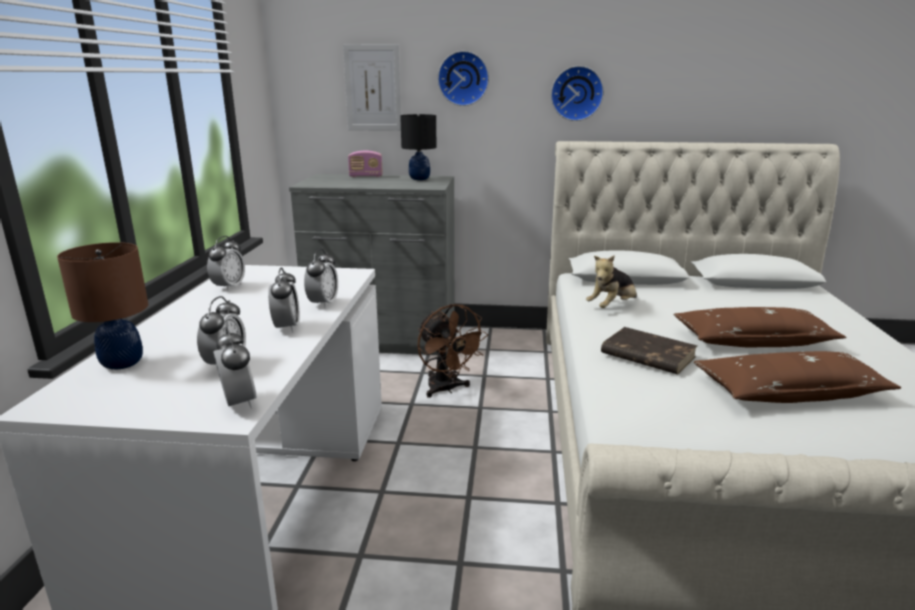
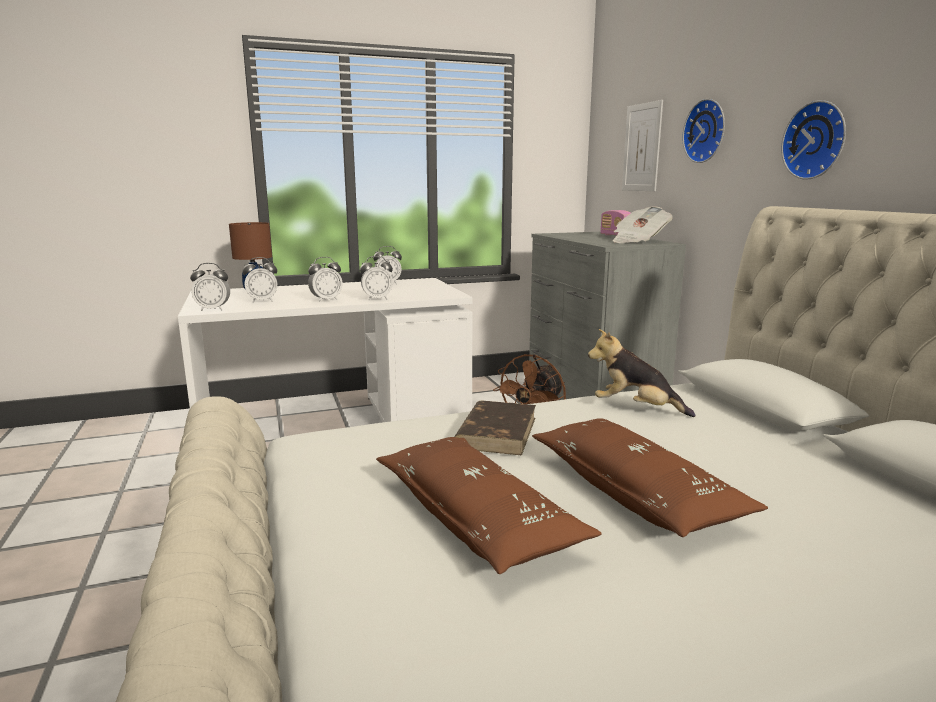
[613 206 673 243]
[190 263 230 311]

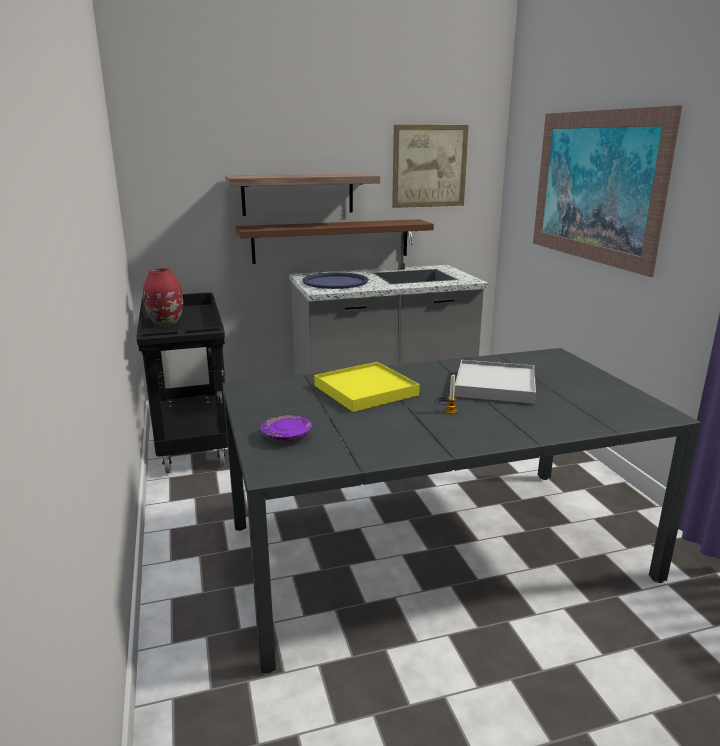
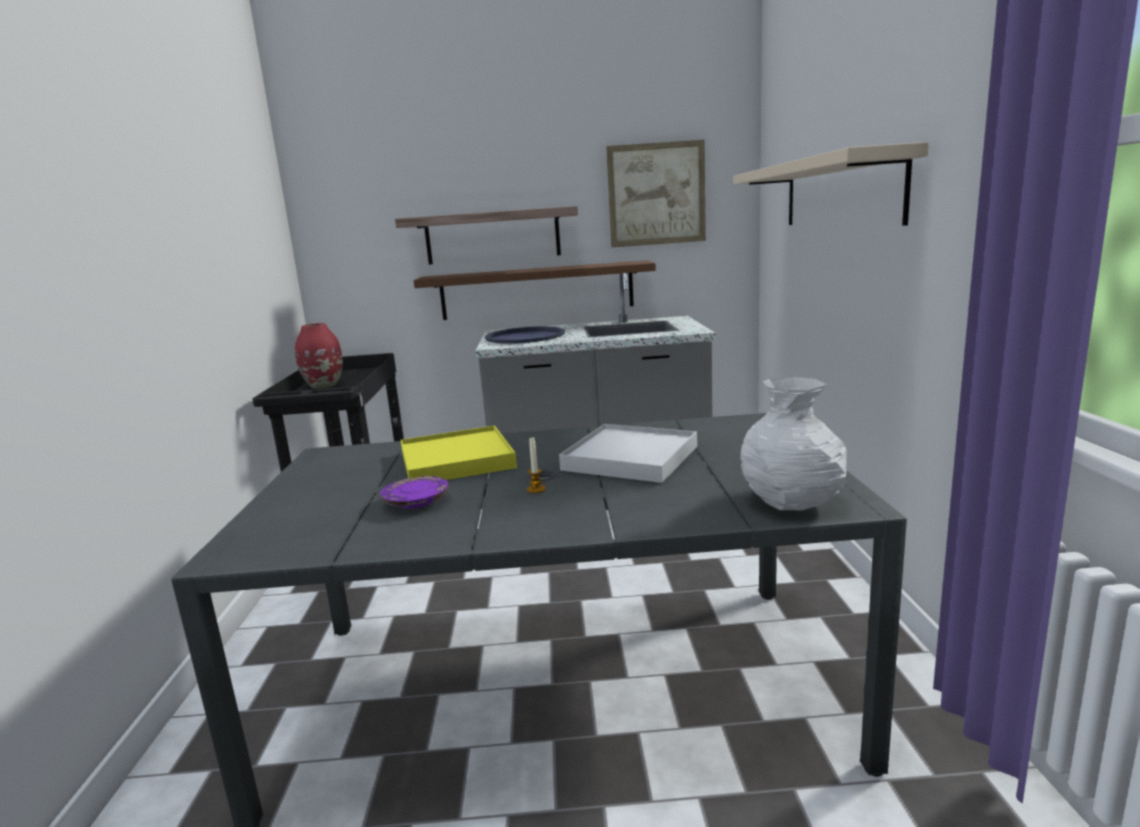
[733 142 929 226]
[380 476 448 509]
[740 377 847 510]

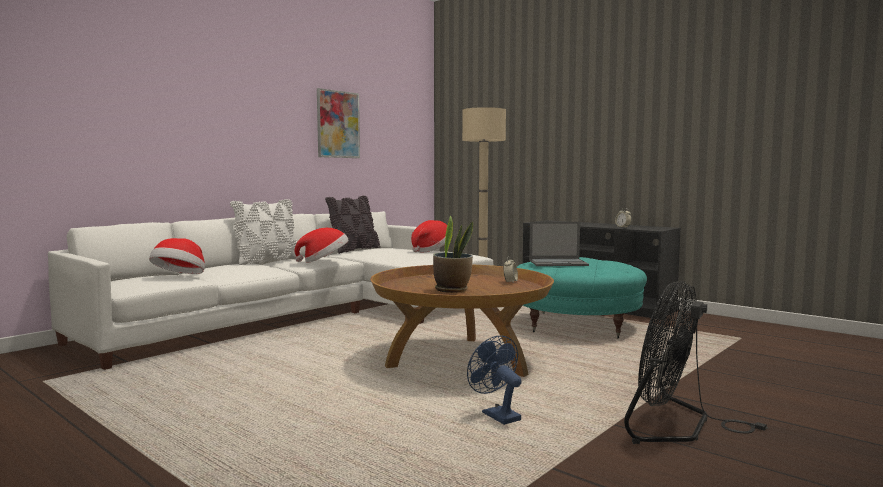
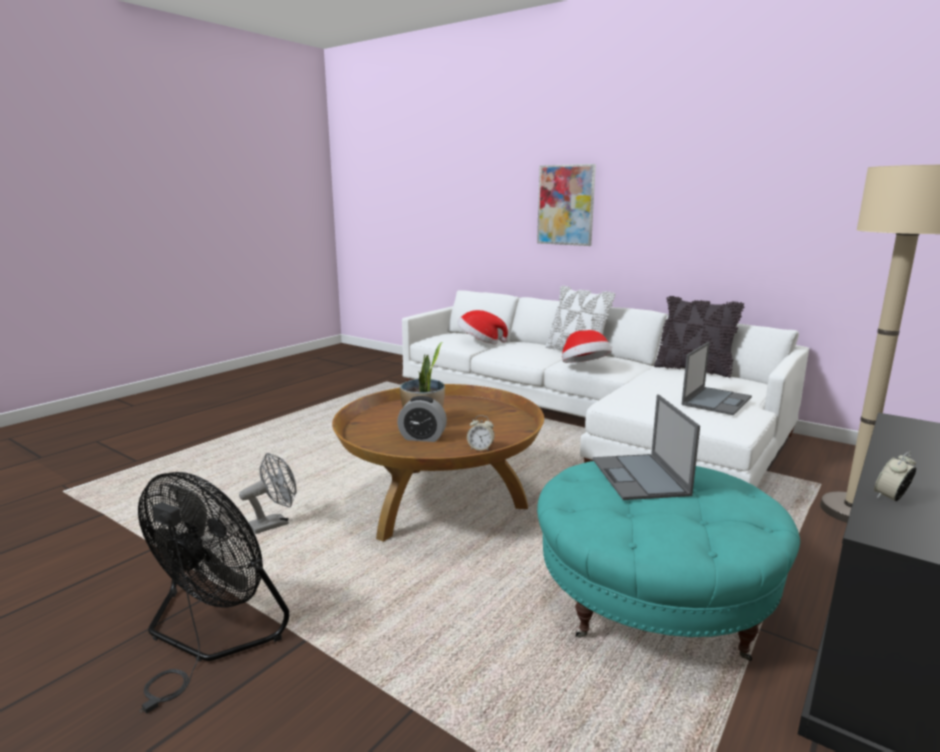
[537 164 596 246]
[682 342 752 415]
[239 453 297 534]
[397 396 447 442]

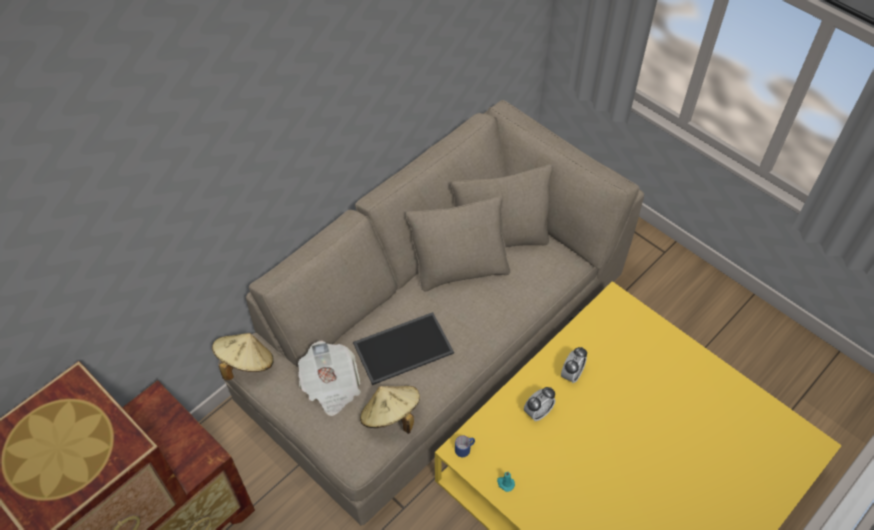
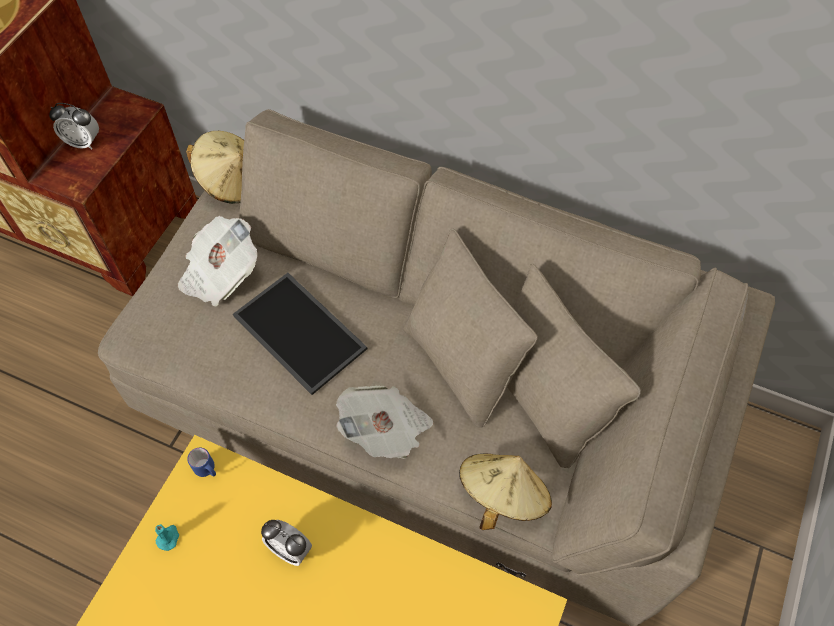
[49 103 99 149]
[459 453 552 530]
[336 386 433 459]

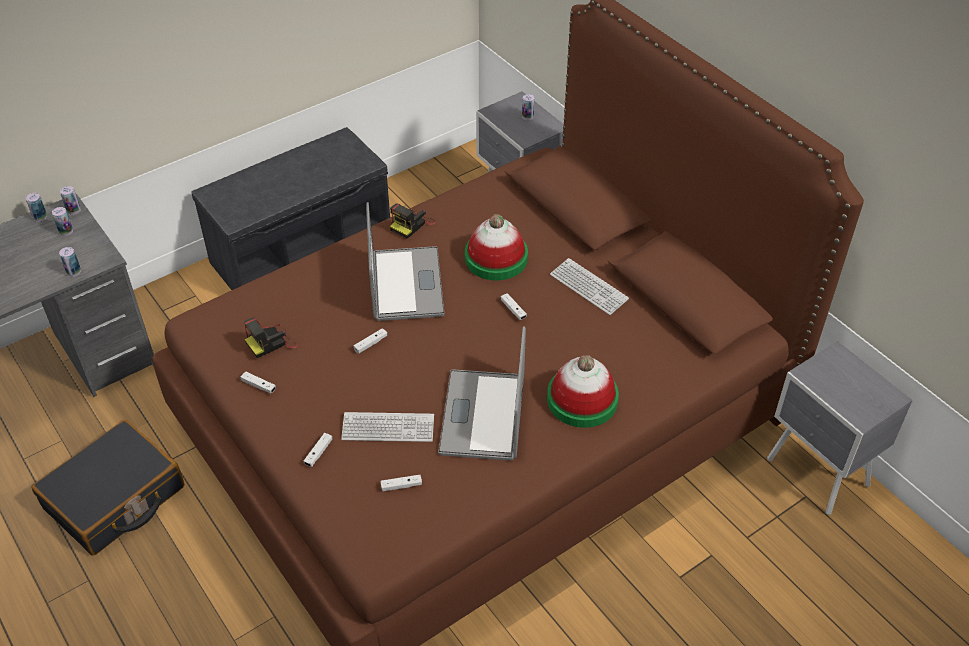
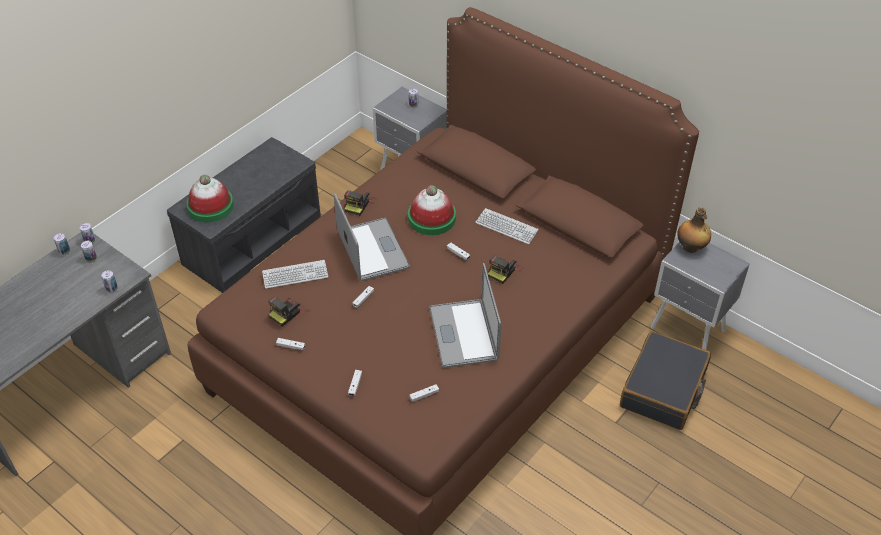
[186 175 234 222]
[262 260 328 289]
[620 331 711 430]
[677 207 711 253]
[488 256 523 284]

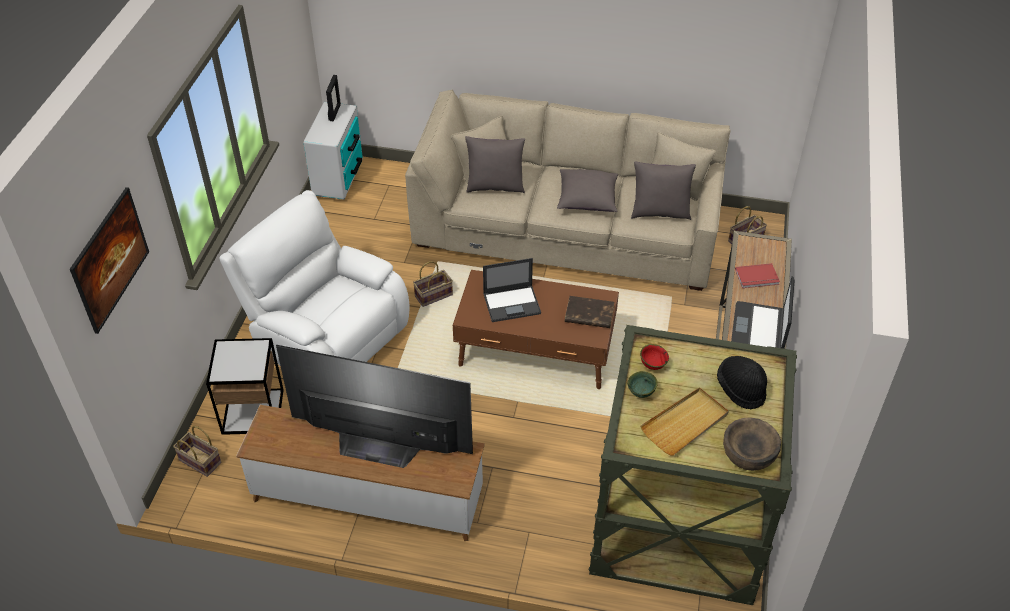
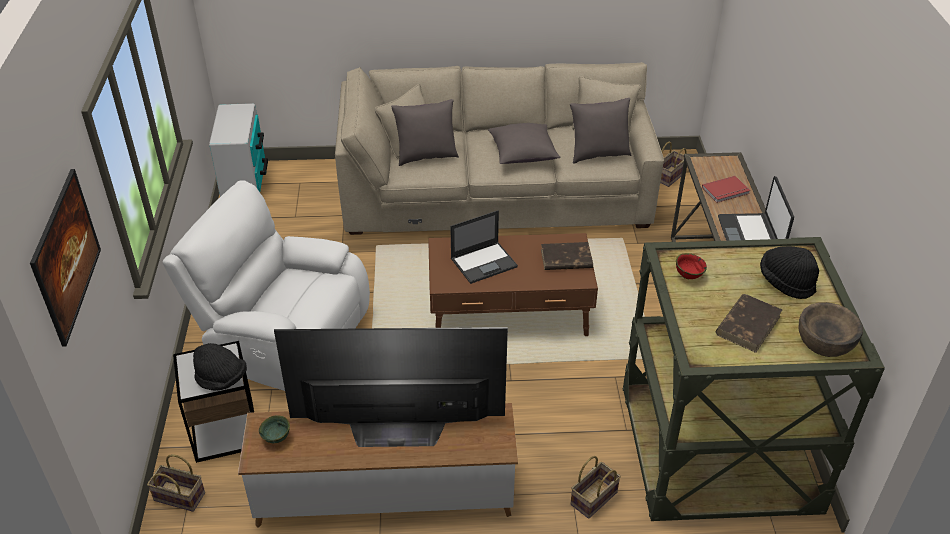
[326 75 341 121] (first image)
[570 456 621 519]
[259 416 290 443]
[716 294 783 353]
[193 343 247 390]

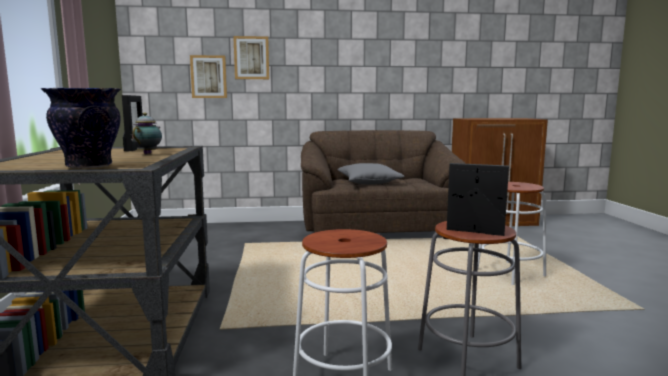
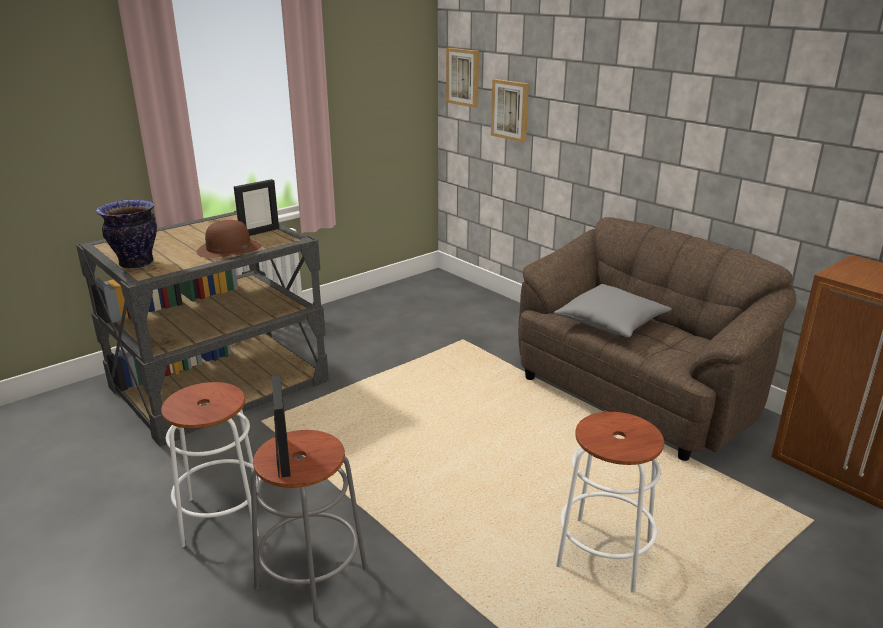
[446 48 479 108]
[197 220 261 258]

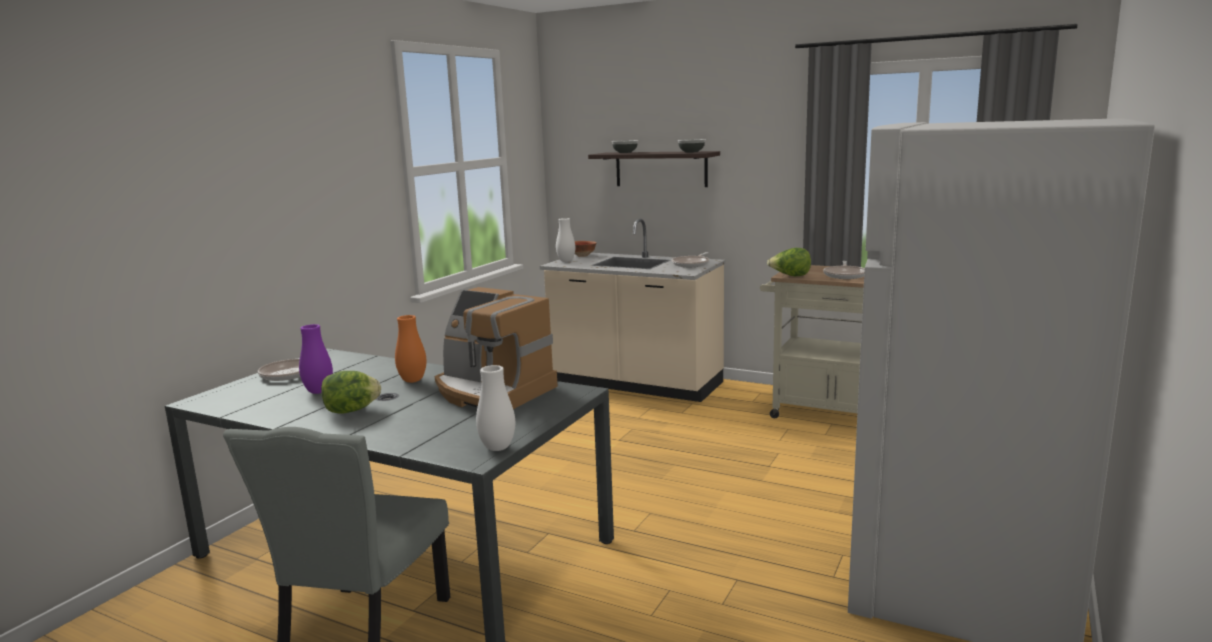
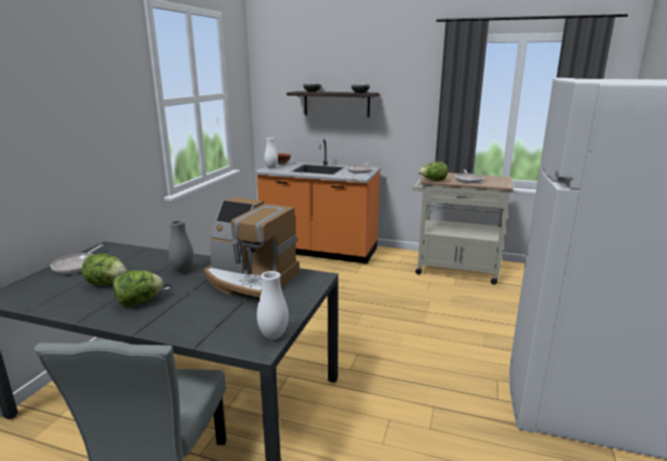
[254 139 381 264]
[168 220 194 273]
[82 254 127 285]

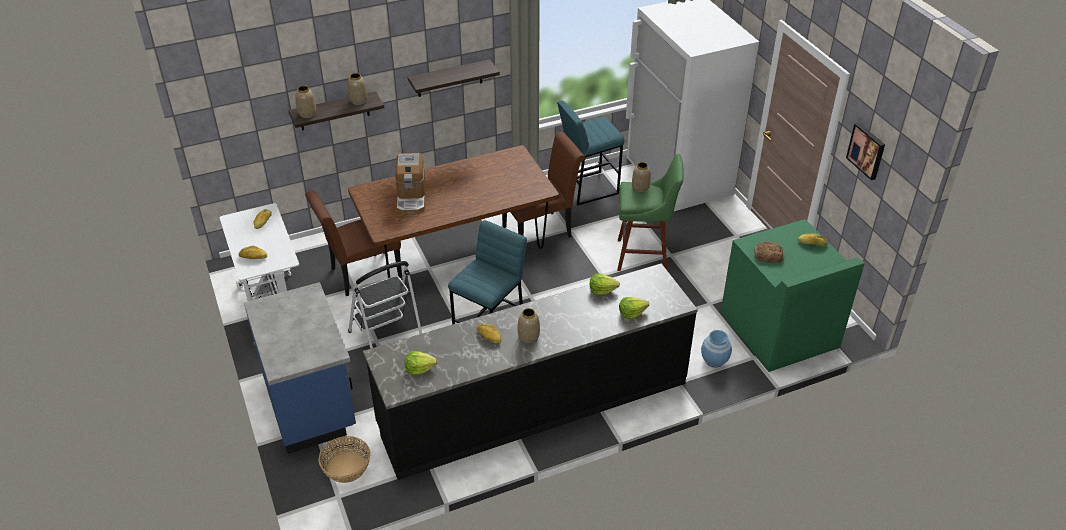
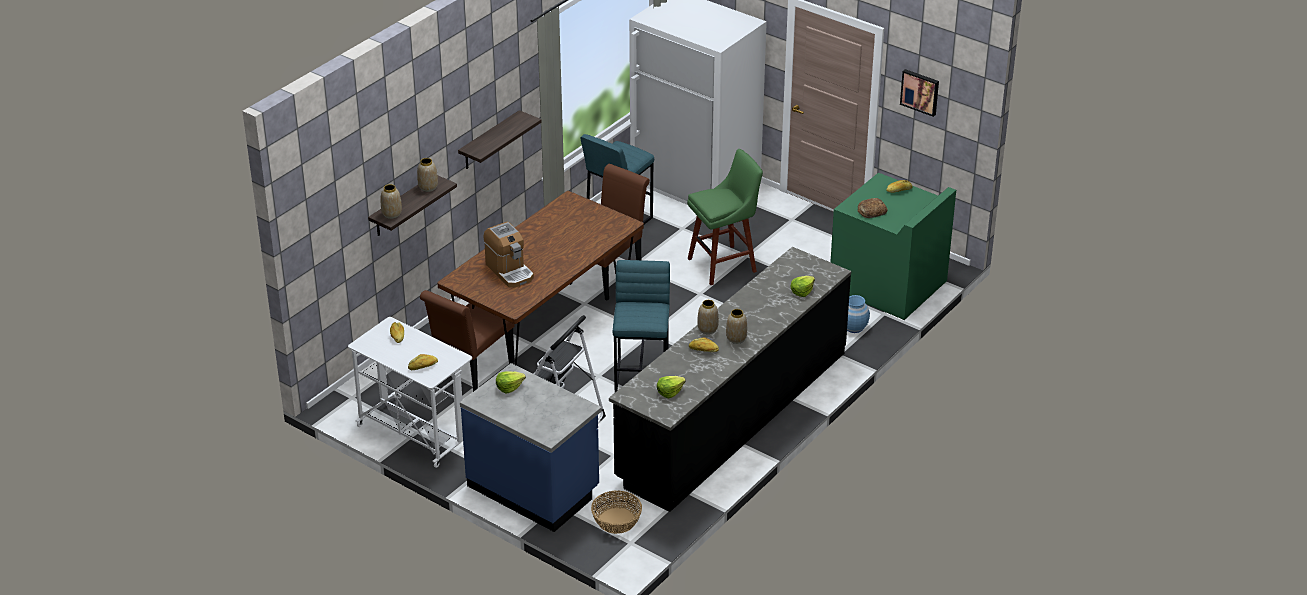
[698 300 719 334]
[496 371 526 394]

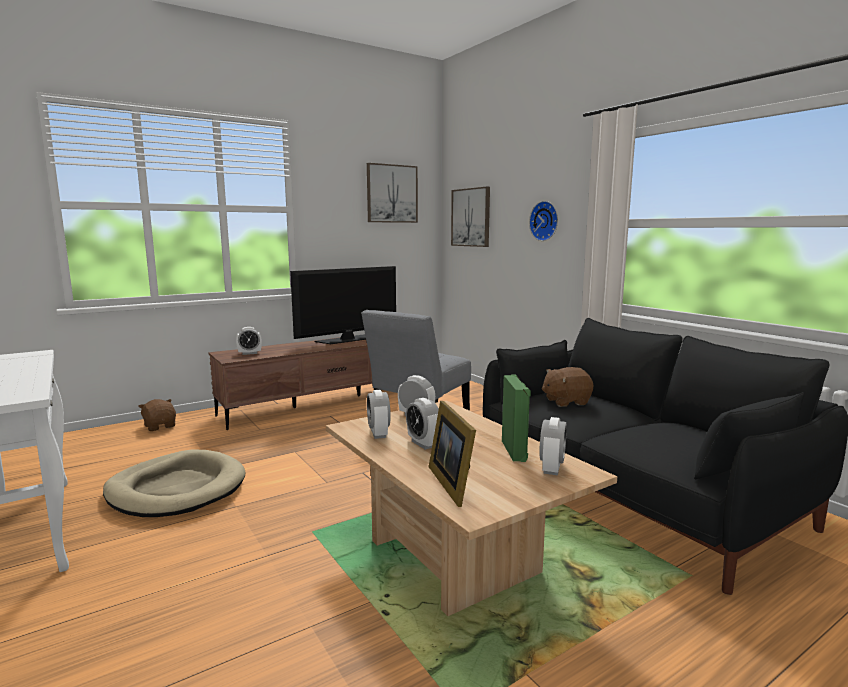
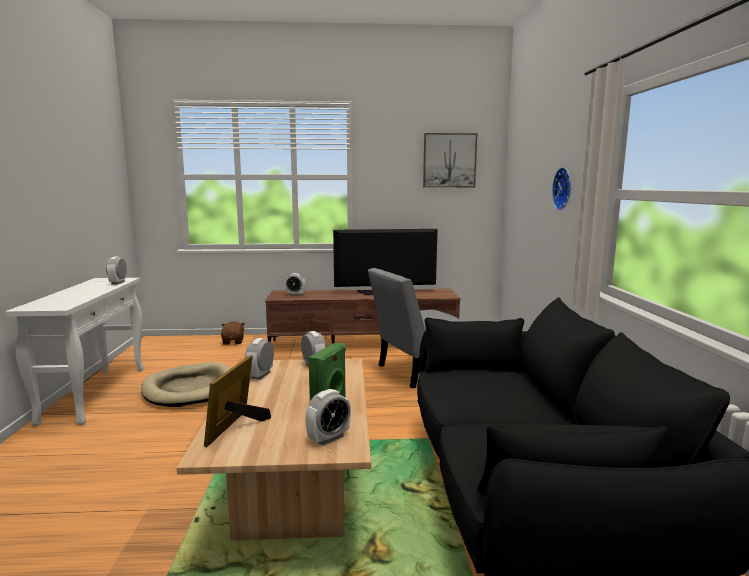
[451 187 490 247] (first image)
[542 367 593 407] (first image)
[106 256 127 284]

